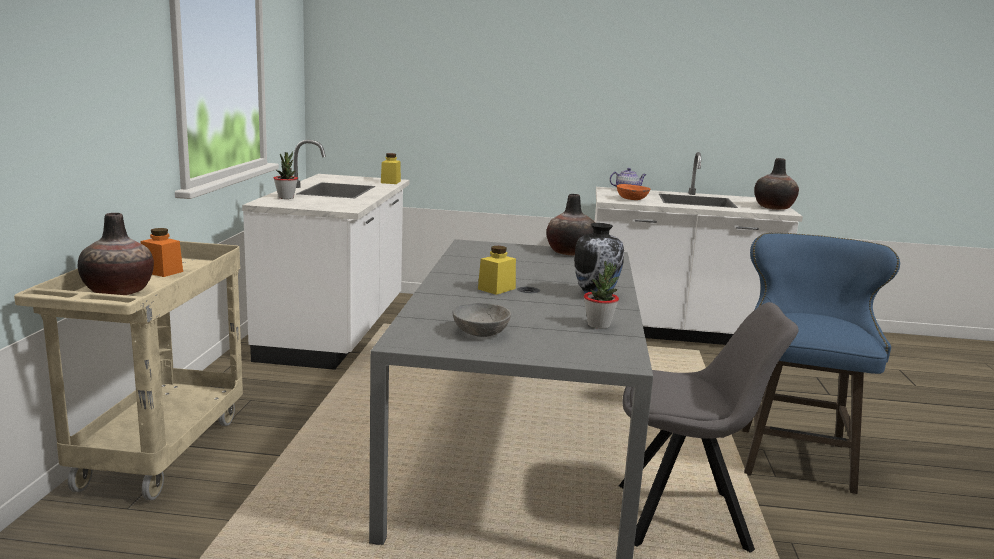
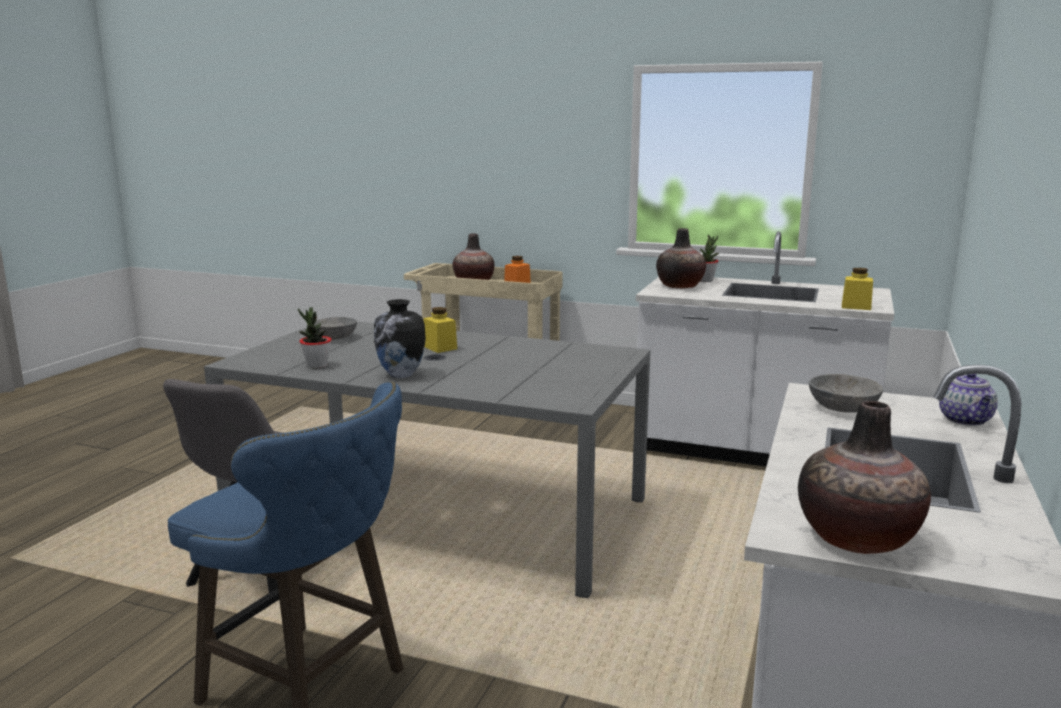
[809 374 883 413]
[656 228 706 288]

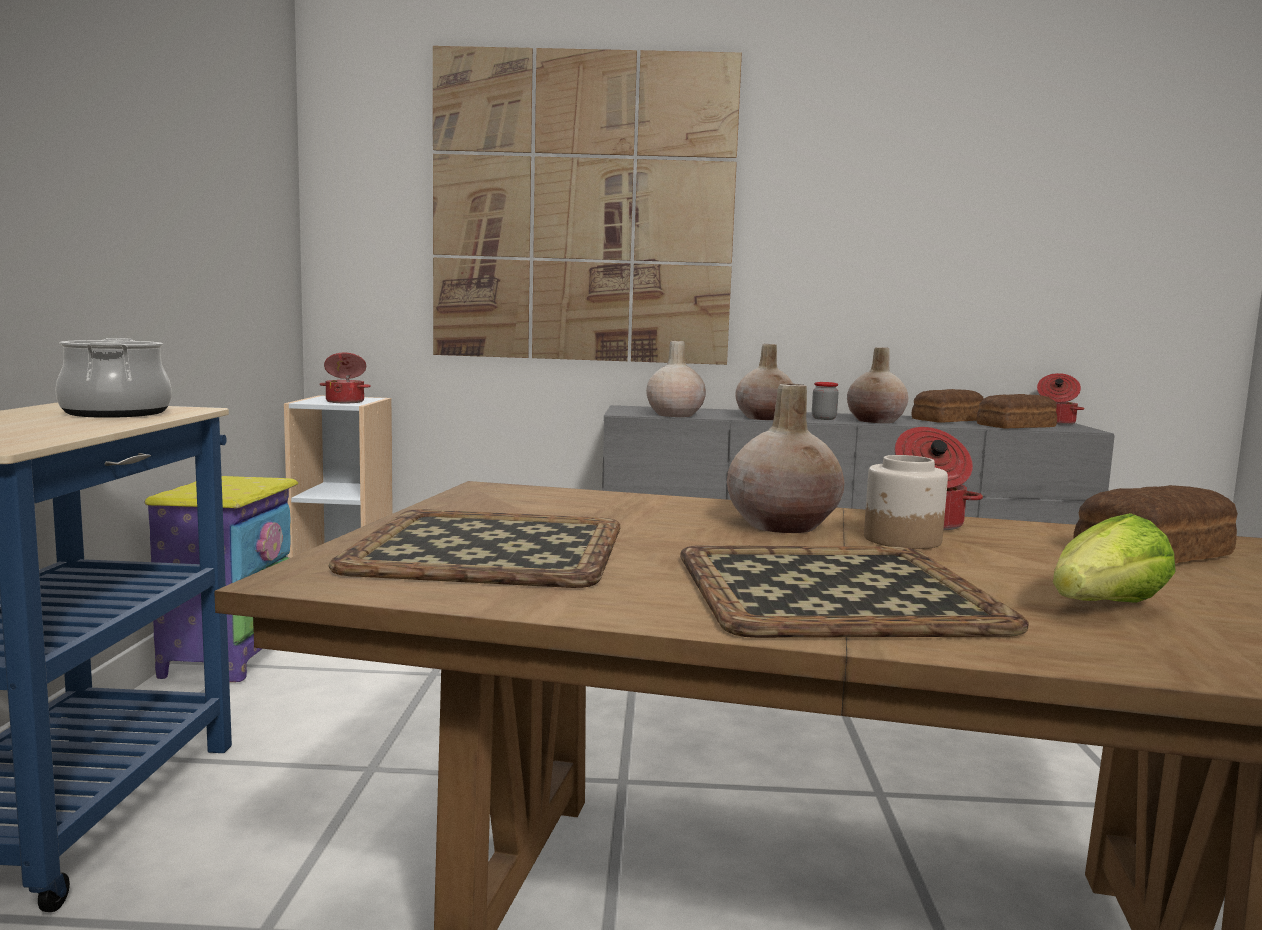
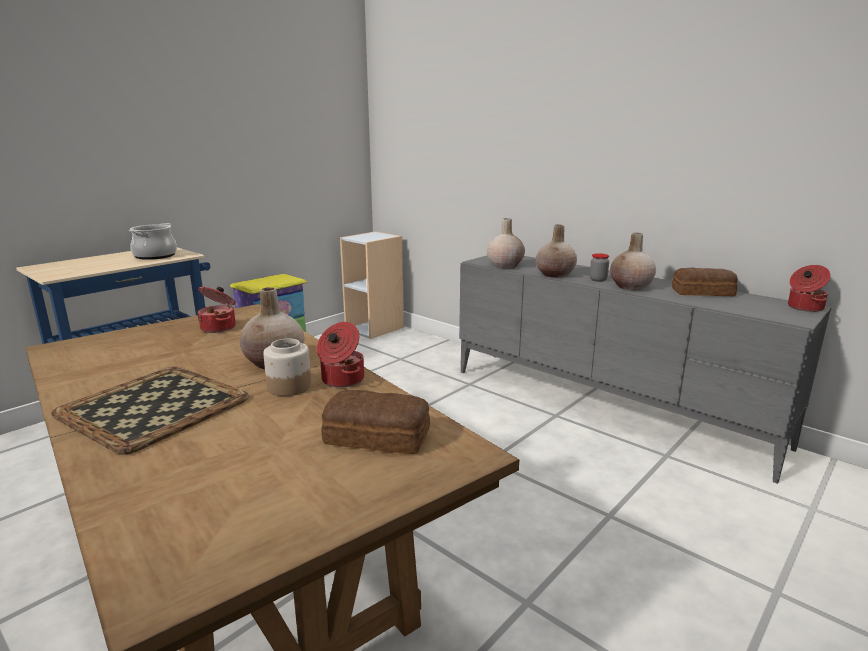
[433 46 742 365] (first image)
[198 287 236 333]
[977 394 1057 428] (first image)
[329 509 621 588] (first image)
[1053 513 1176 603] (first image)

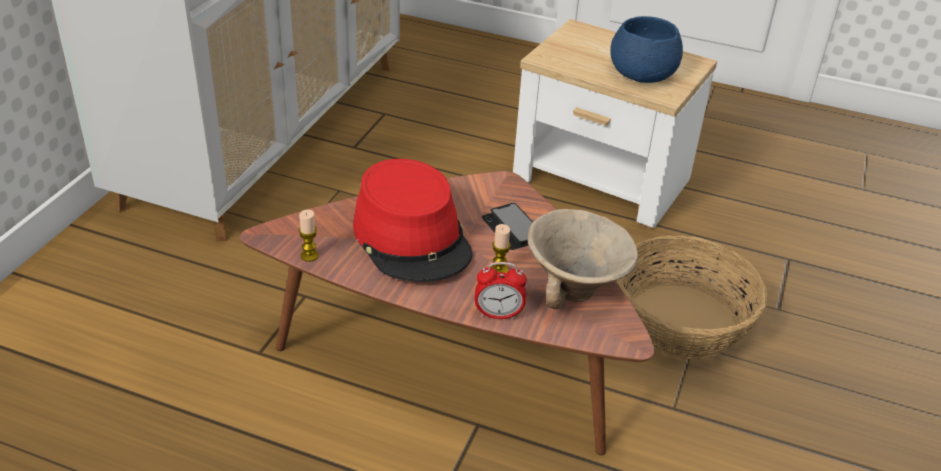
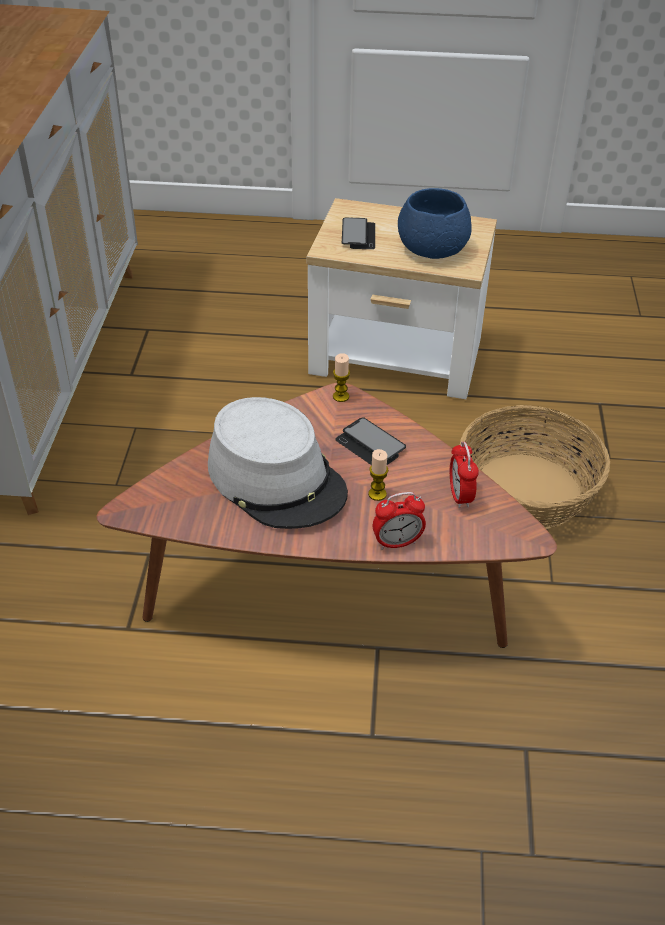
[208 397 348 529]
[450 441 479 508]
[333 353 350 402]
[342 217 375 249]

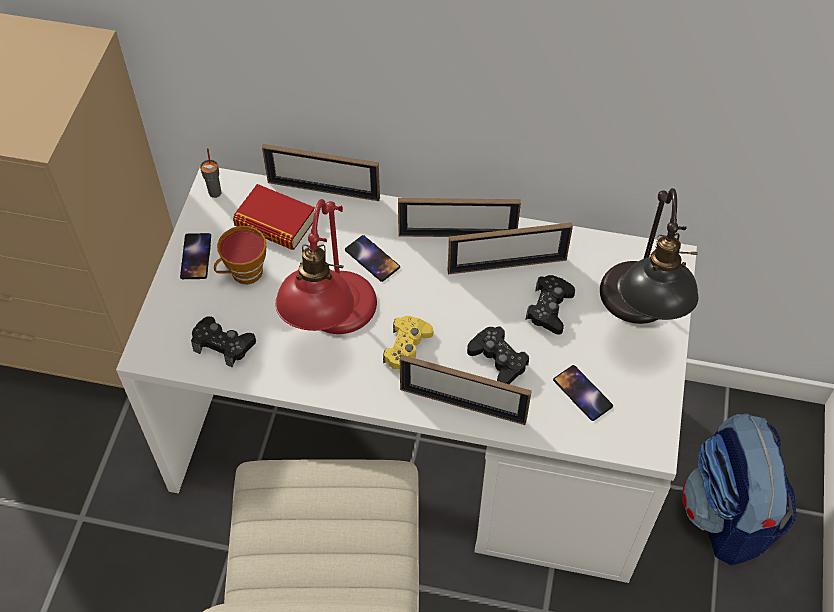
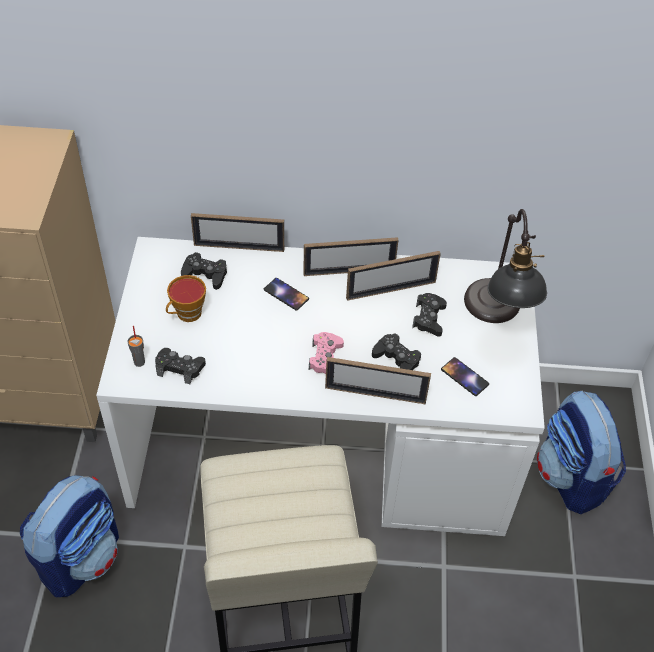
[128 326 145 367]
[181 252 227 290]
[275 199 377 334] (first image)
[180 233 211 279] (first image)
[309 332 344 374]
[20 475 119 597]

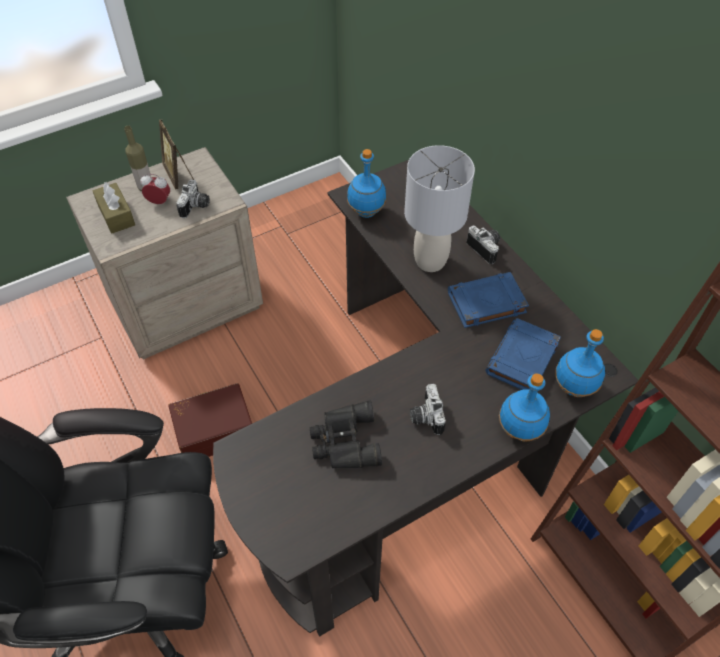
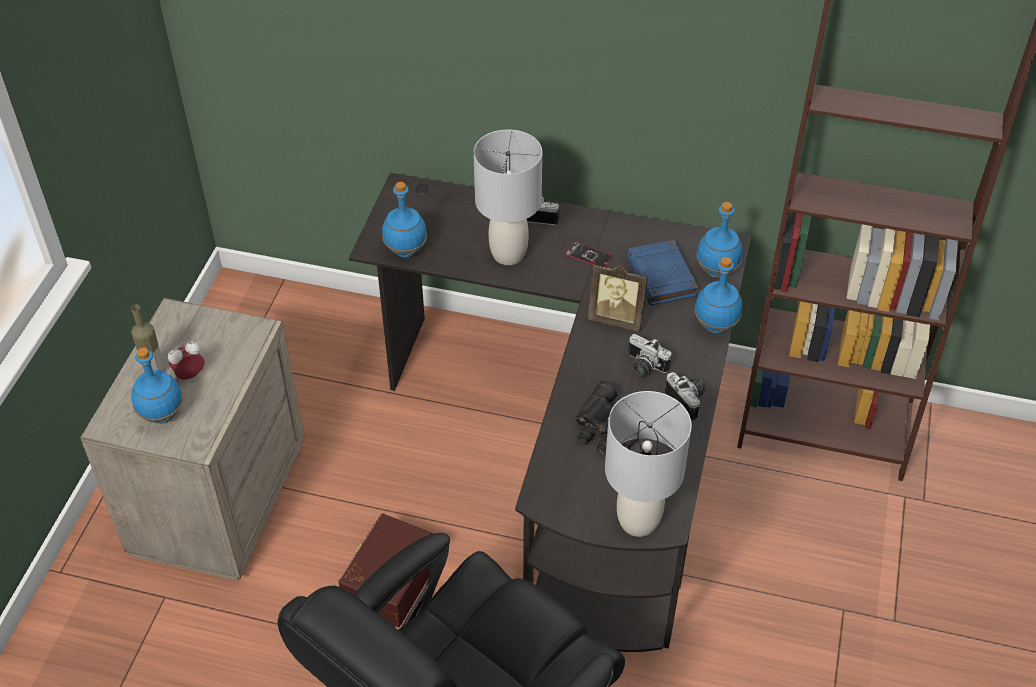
[588 263 648 332]
[665 372 705 421]
[131 347 183 424]
[565 242 613 267]
[605 391 692 537]

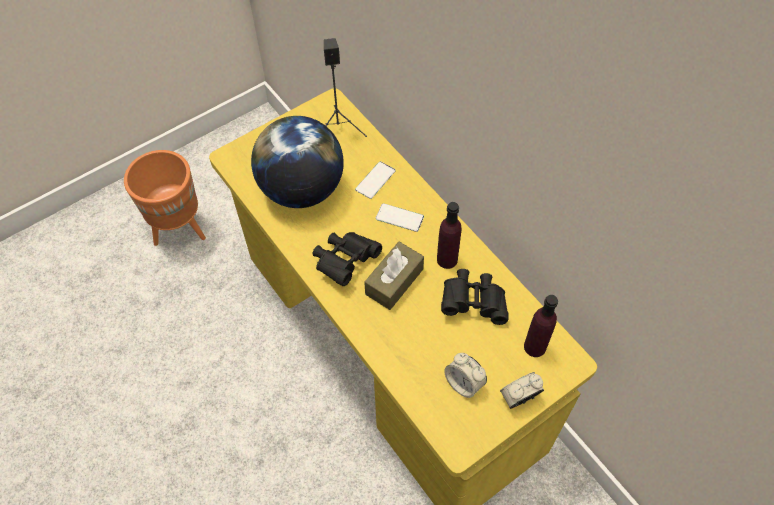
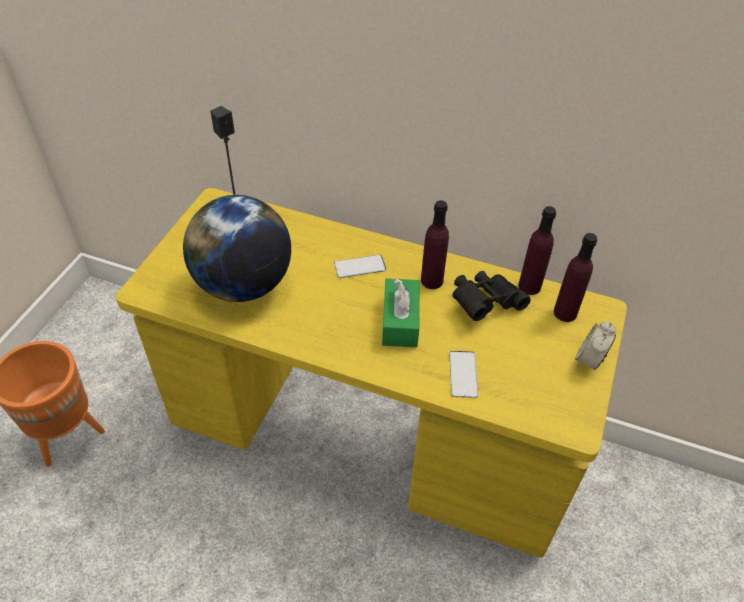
[449 351 478 398]
[313 232 382 286] (first image)
[382 278 420 347]
[444 353 487 398] (first image)
[518 206 556 295]

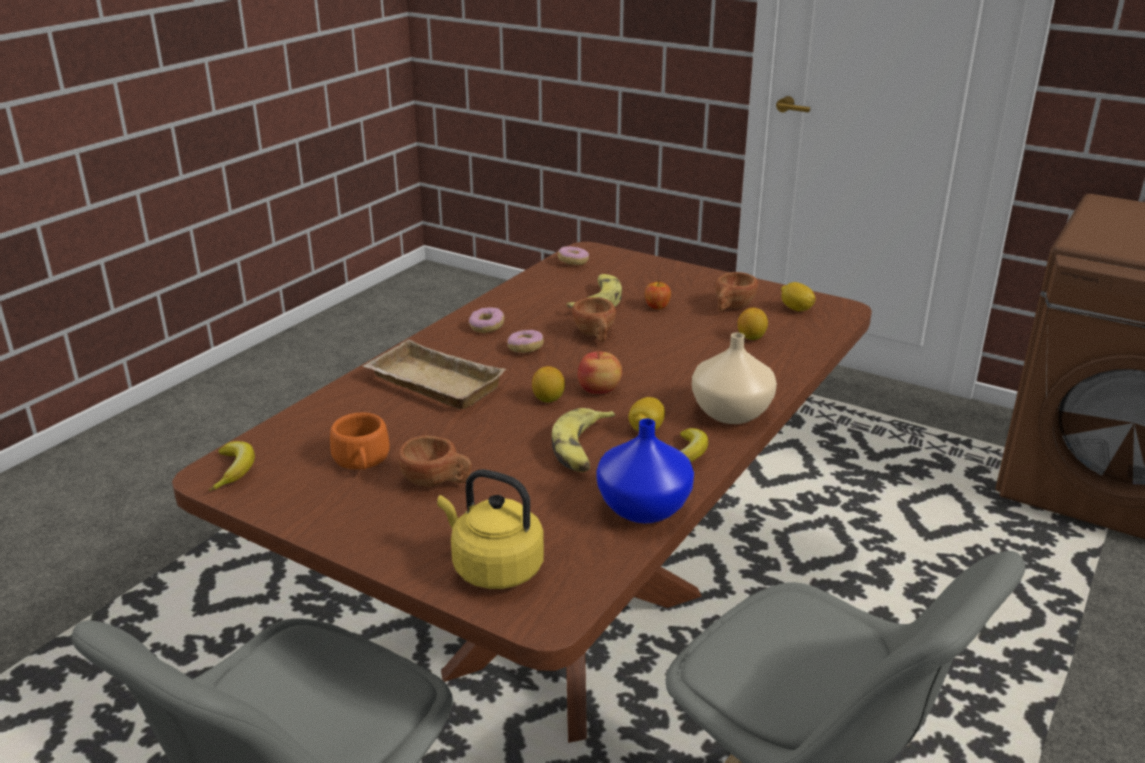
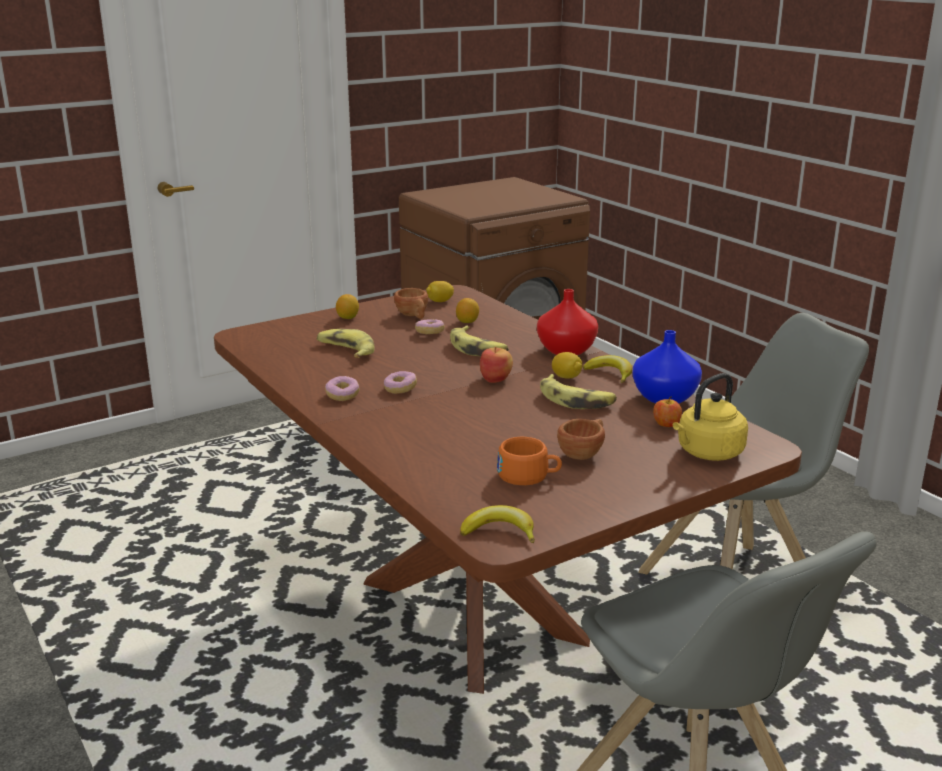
[415 319 445 334]
[653 397 682 427]
[572 297 616 342] (first image)
[537 289 598 355]
[363 339 506 409] (first image)
[336 294 359 319]
[450 325 509 356]

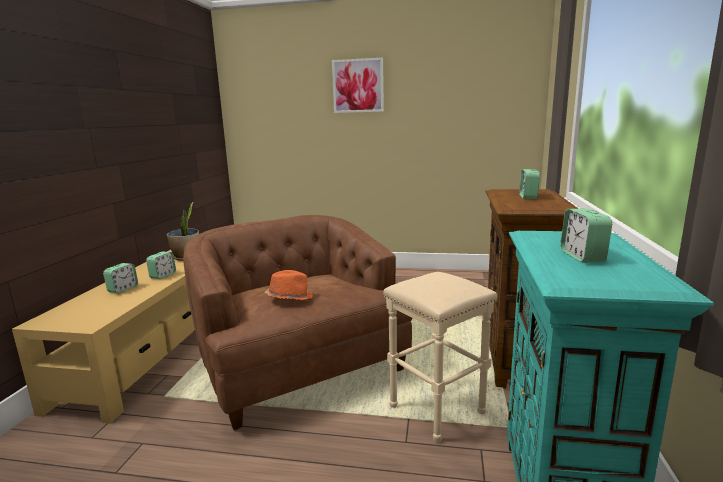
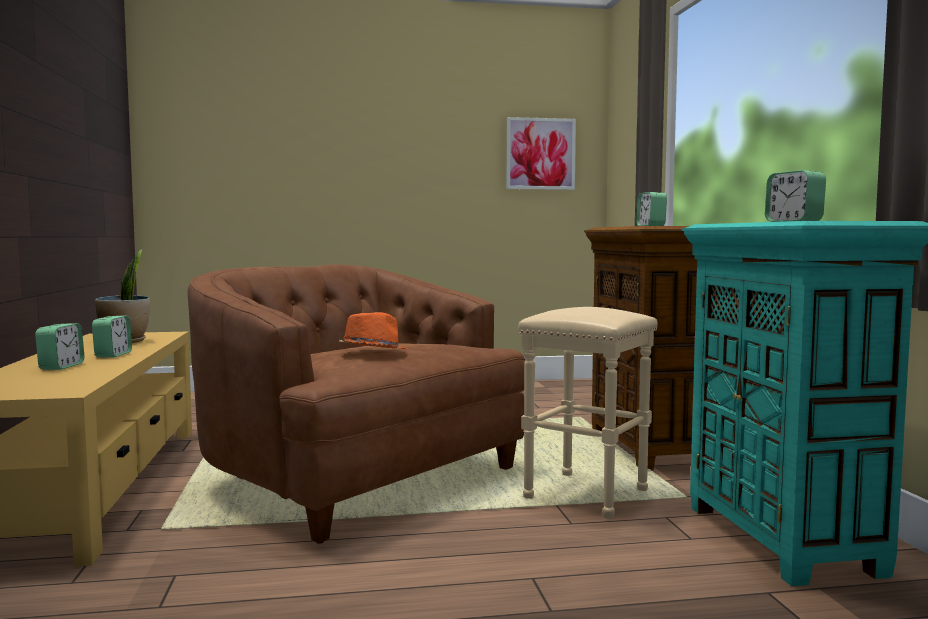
[506 117 576 190]

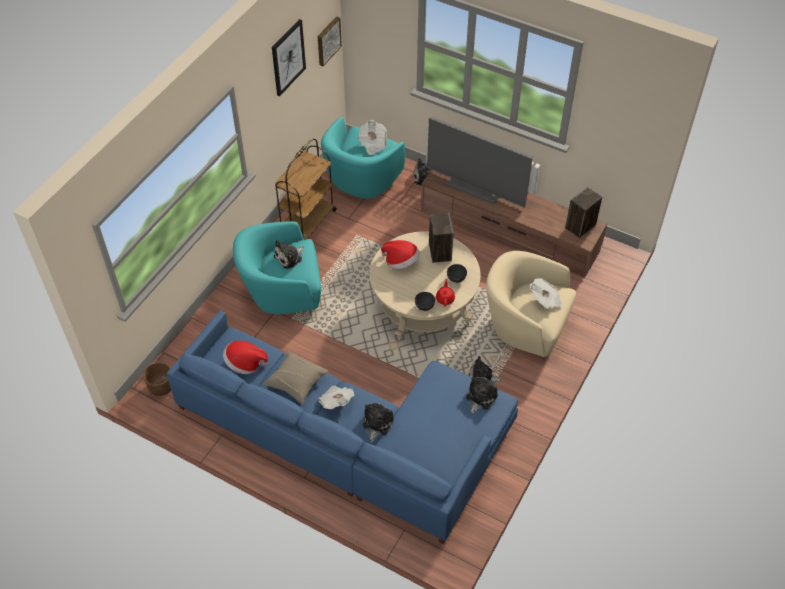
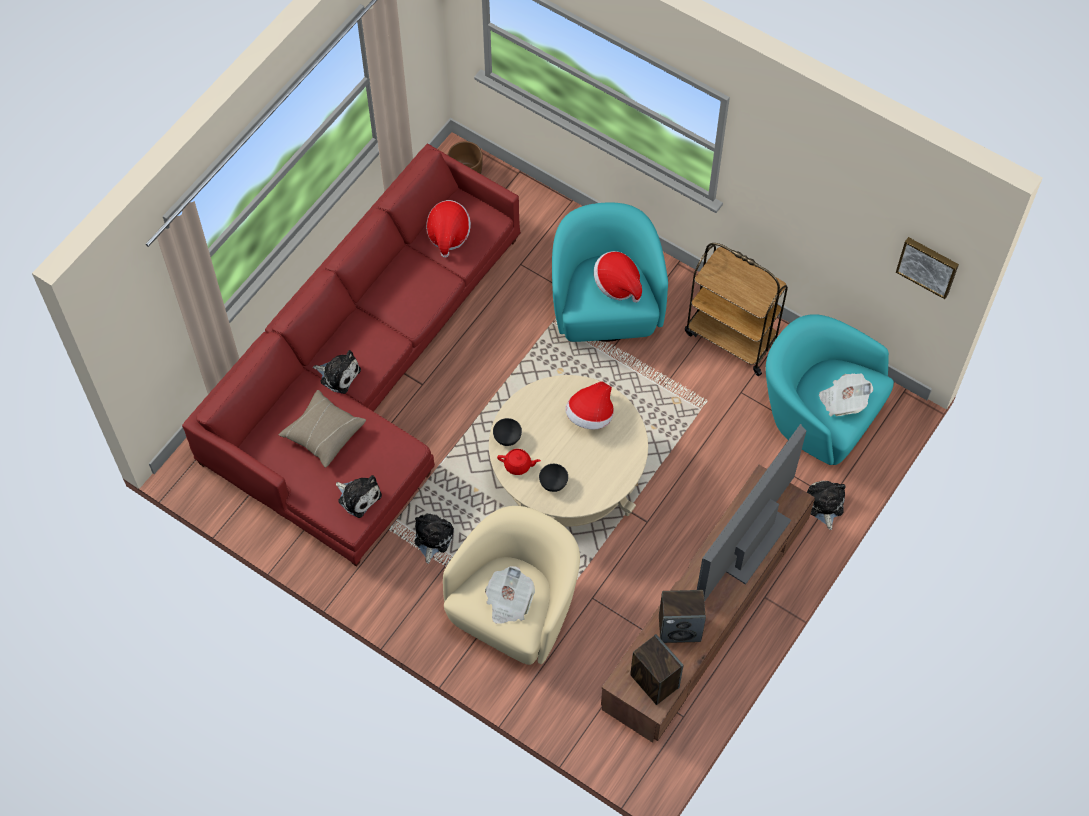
[272 19 306 96] (first image)
[659 590 706 643]
[594 251 642 303]
[182 144 521 567]
[279 390 366 468]
[318 385 355 409] (first image)

